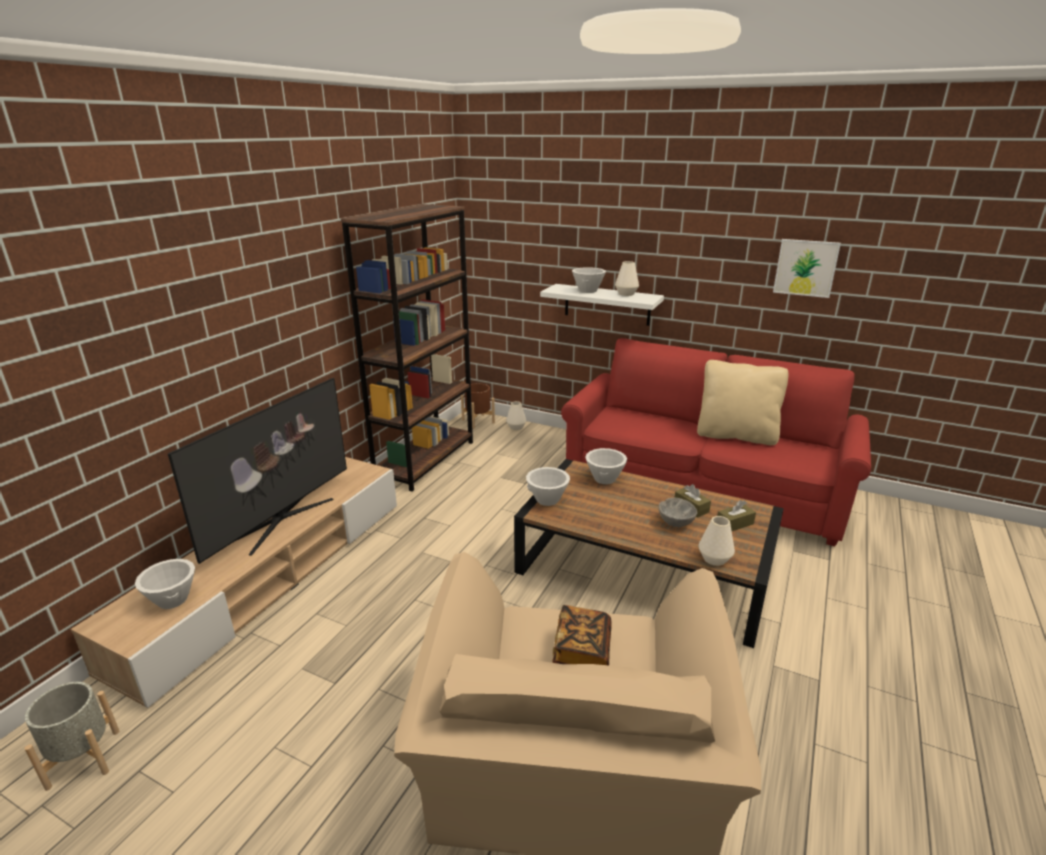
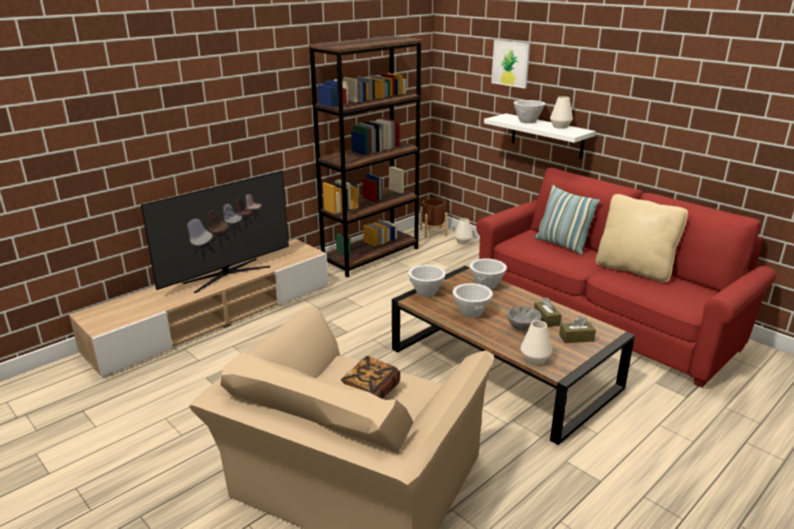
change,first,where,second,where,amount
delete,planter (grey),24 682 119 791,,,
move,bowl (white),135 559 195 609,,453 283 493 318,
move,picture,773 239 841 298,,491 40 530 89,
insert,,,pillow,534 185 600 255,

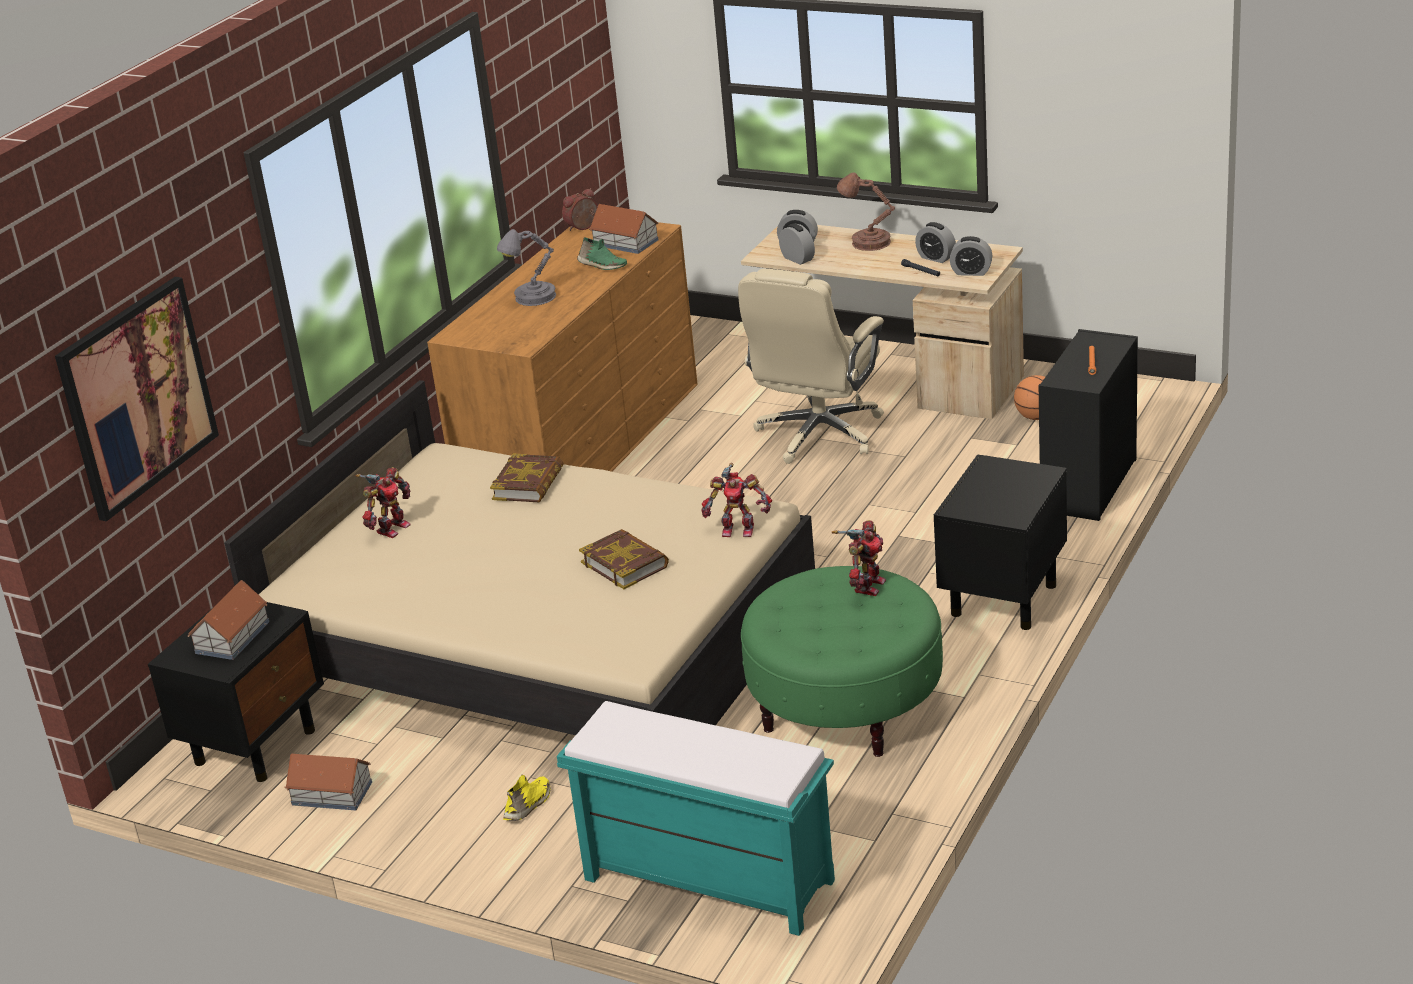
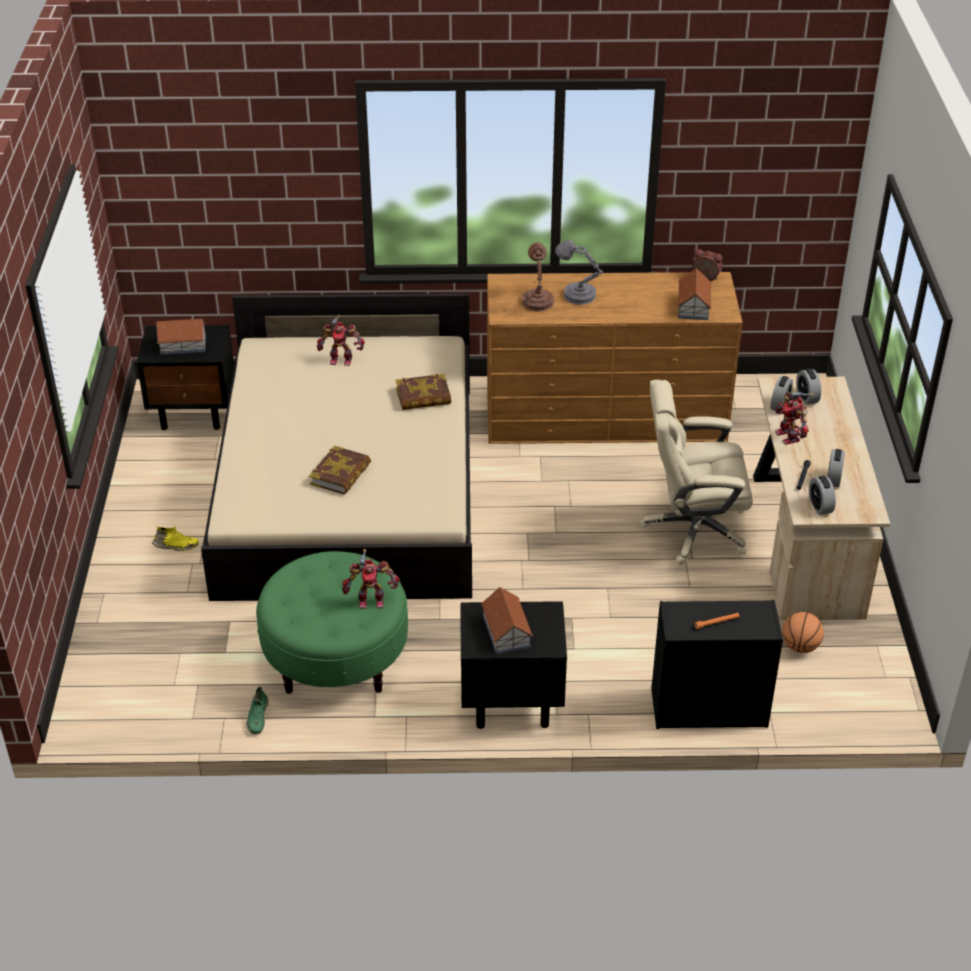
change,first,where,second,where,amount
delete,picture,55 277 219 521,,,
move,toy house,285 754 372 810,,481 587 533 654,
delete,bench (turquoise),557 701 835 936,,,
move,shoe (green),577 237 627 270,,246 686 269 734,
move,toy robot,701 463 772 537,,775 392 813 445,
move,table lamp (brown),837 172 895 251,,522 242 554 312,

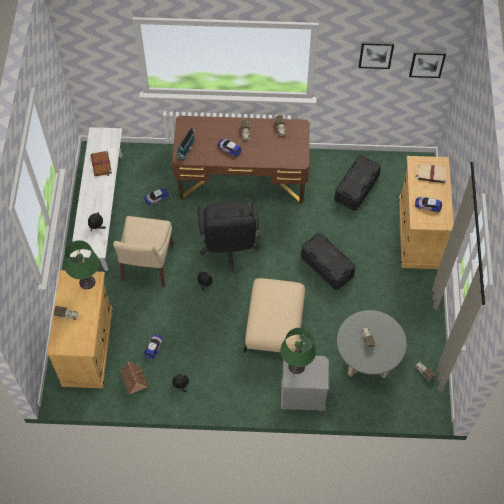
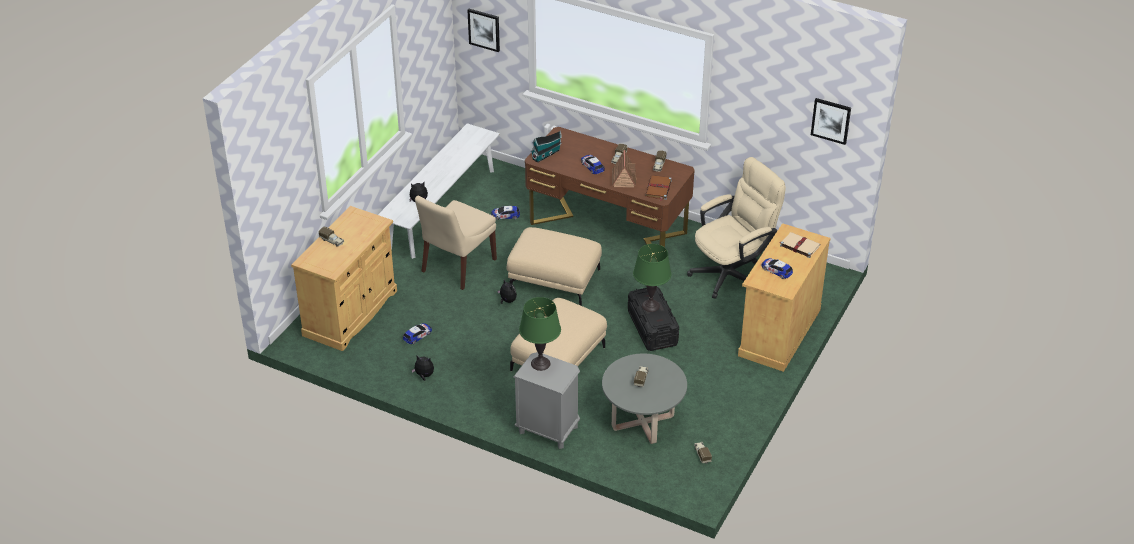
change,first,where,second,where,amount
move,table lamp (green),64 240 99 289,,633 244 671 312,
move,book (brown),91 151 112 176,,645 175 672 201,
move,toy house,121 362 148 394,,612 150 637 187,
replace,office chair (black),198 201 260 271,ottoman (beige),507 227 602 306,
replace,storage box (black),335 155 381 211,office chair (beige),687 157 786 299,
move,picture,359 41 394 69,,467 9 500 52,

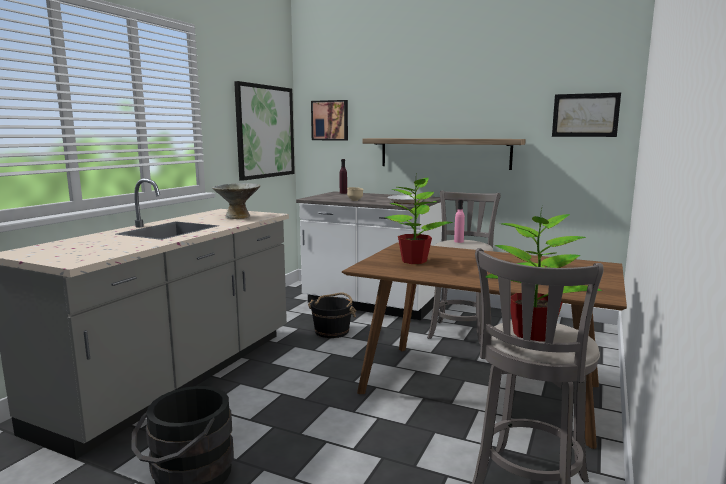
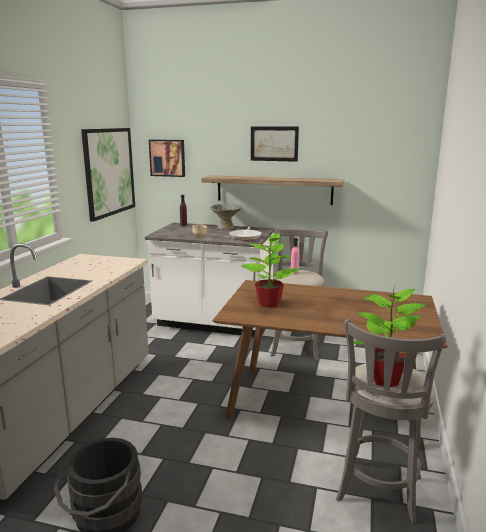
change,first,where,second,where,amount
move,bowl (grey),212 183 260 219,,210 204 241 230,
delete,bucket (black),308 293 356 338,,,
move,picture,552 93 621 137,,251 126 299 162,

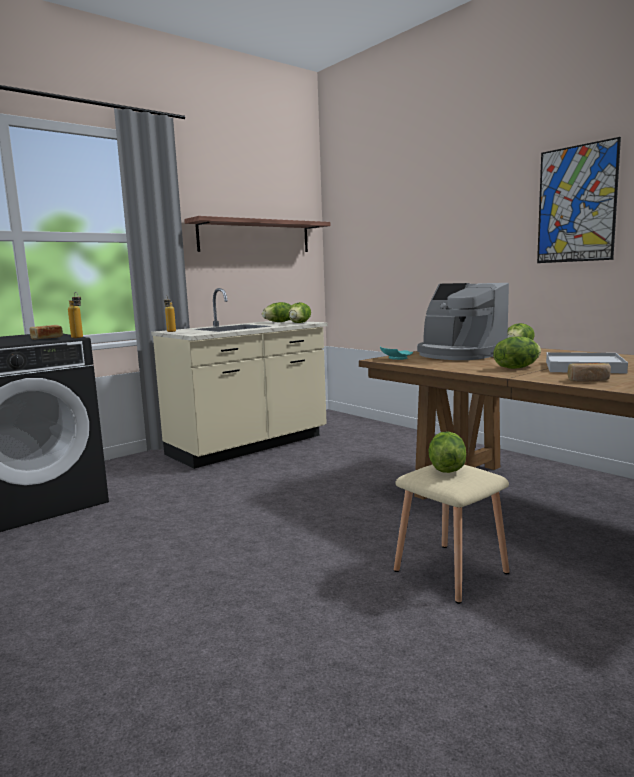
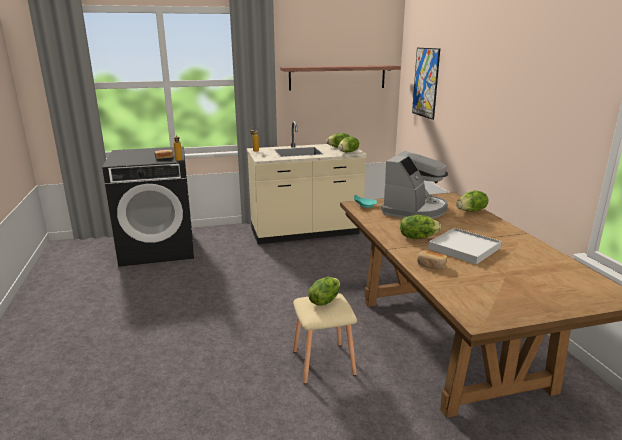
change,first,where,second,where,amount
rotate,coffee machine,417 283 509 360,,381 151 448 219,135 degrees counterclockwise
move,picture,537 137 621 263,,412 48 440 120,

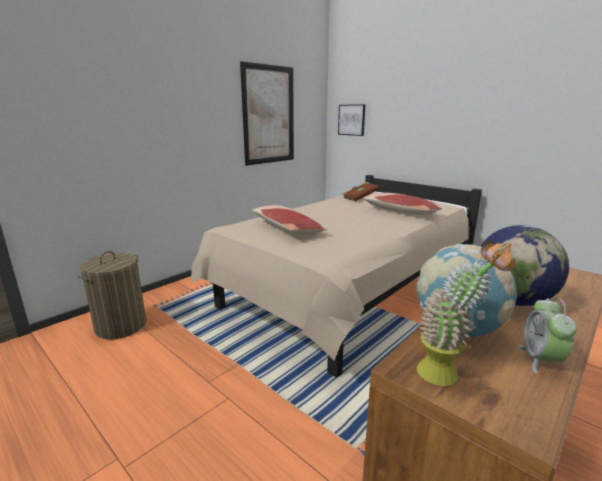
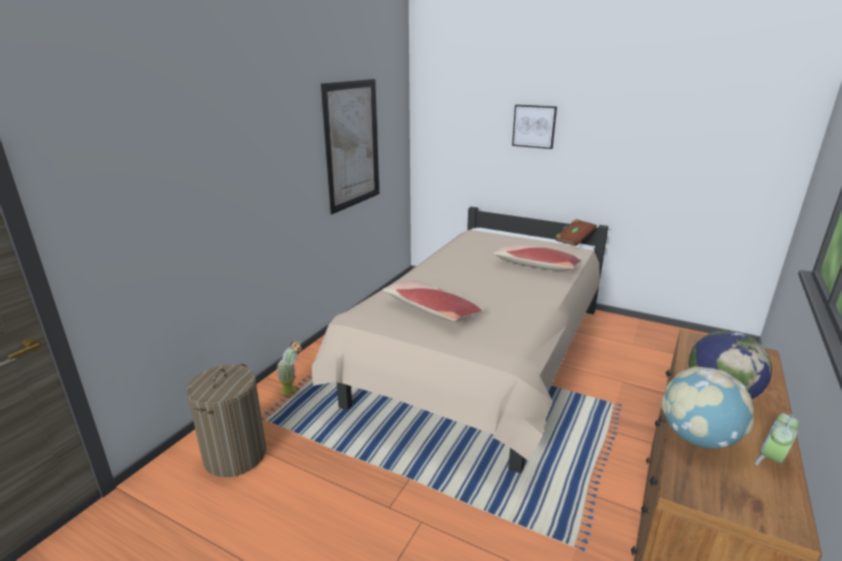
change,first,where,second,where,amount
move,picture,338 104 365 136,,512 105 557 149,
move,book (brown),343 182 380 201,,555 219 597 246,
move,potted plant,417 241 515 386,,277 341 302 395,
rotate,alarm clock,519 298 577 374,,755 413 799 465,45 degrees clockwise

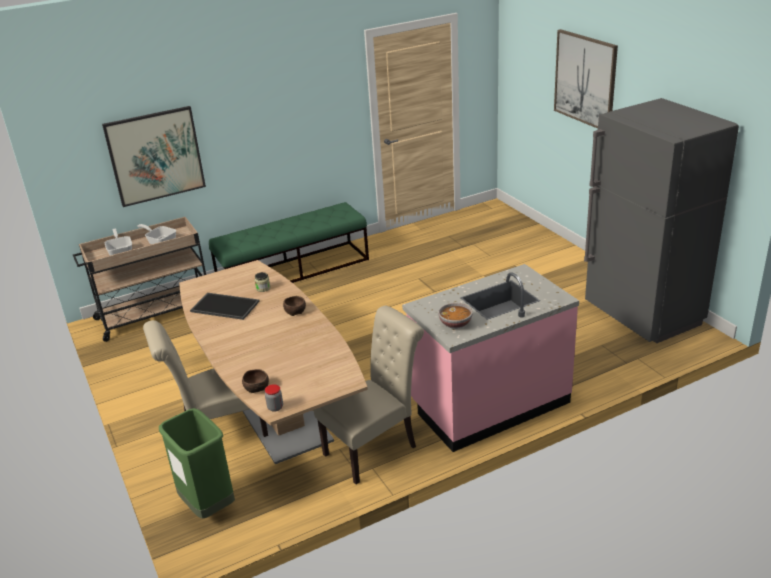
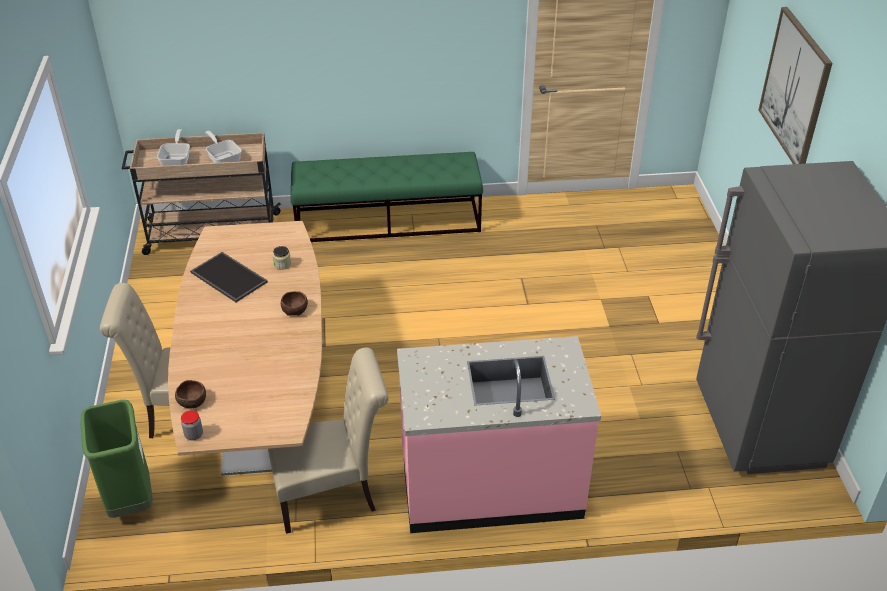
change,first,where,second,where,amount
delete,picture,102 106 206 207,,,
delete,bowl,438 303 473 329,,,

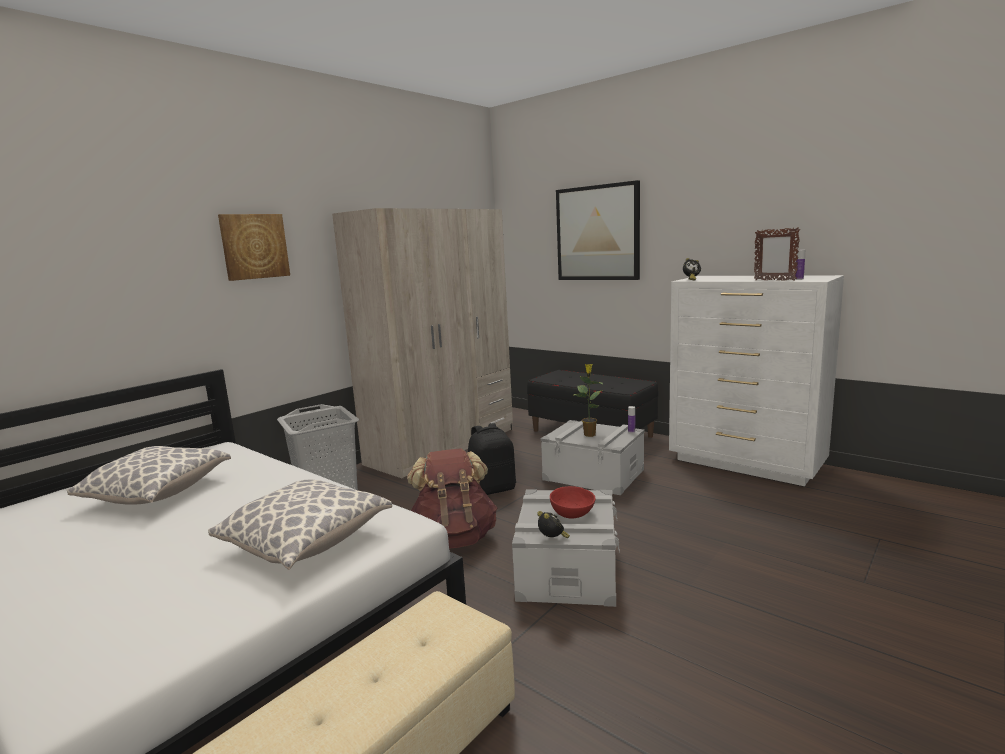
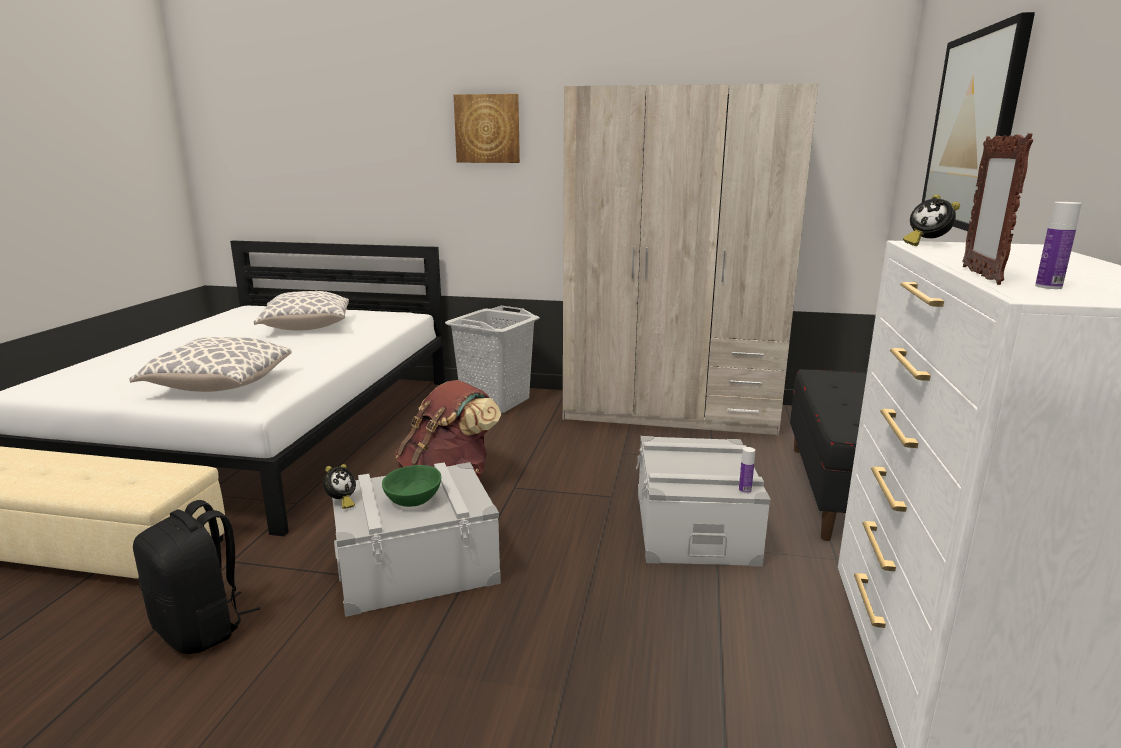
change,first,where,second,where,amount
move,backpack (black),468 423 516 495,,133 500 261 654,
recolor,bowl (red),550 486 595 519,bowl (green),382 465 441 507,
delete,potted plant,573 364 603 437,,,

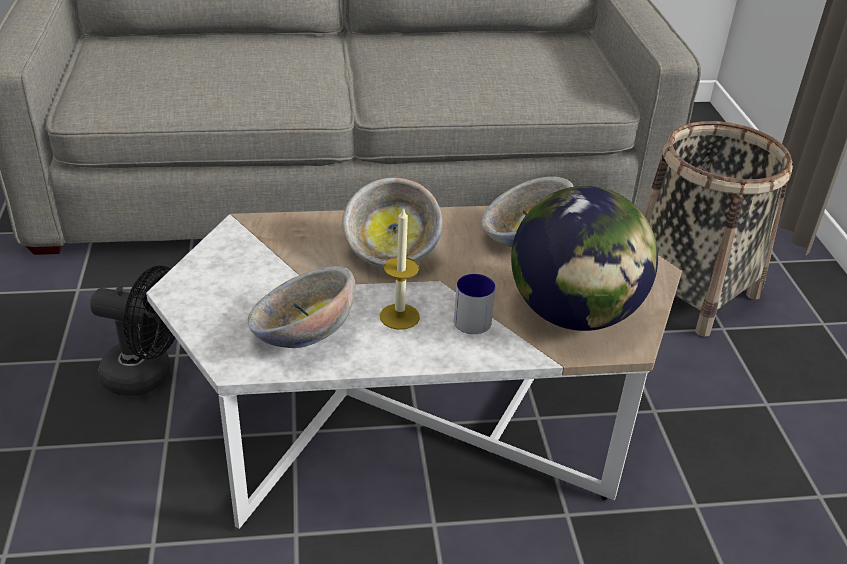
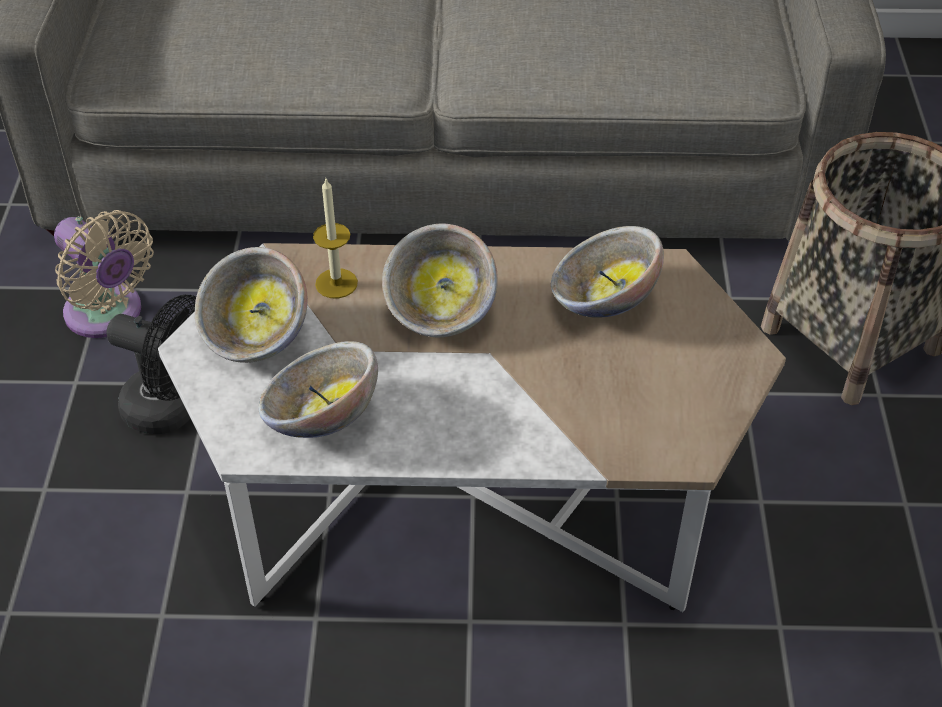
change,first,where,second,where,amount
move,candle,380 207 420 330,,313 177 358 299,
delete,mug,454 274 496 334,,,
delete,globe,511 186 658 331,,,
insert,,,fan (beige),54 210 154 338,
insert,,,bowl,195 247 308 363,

